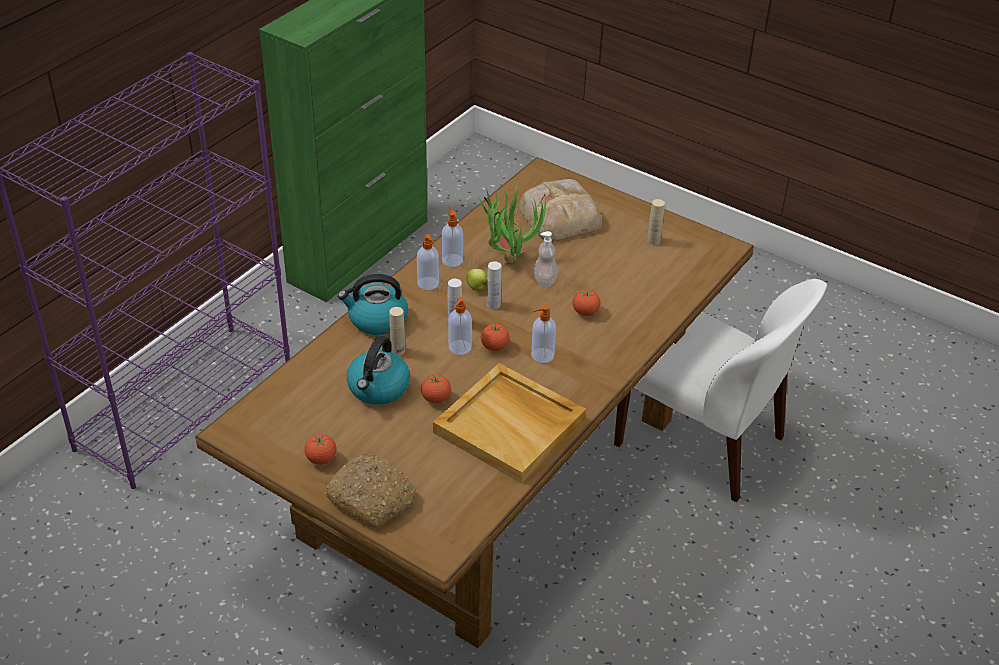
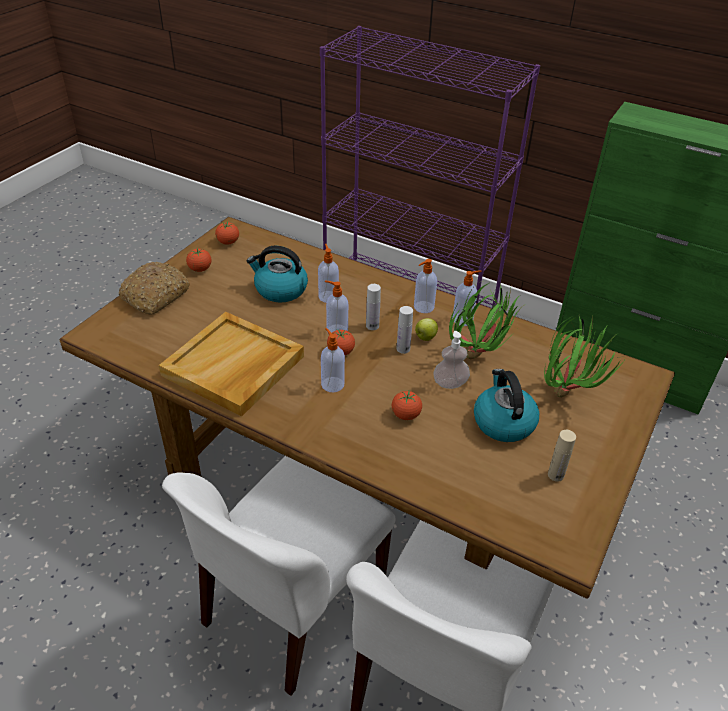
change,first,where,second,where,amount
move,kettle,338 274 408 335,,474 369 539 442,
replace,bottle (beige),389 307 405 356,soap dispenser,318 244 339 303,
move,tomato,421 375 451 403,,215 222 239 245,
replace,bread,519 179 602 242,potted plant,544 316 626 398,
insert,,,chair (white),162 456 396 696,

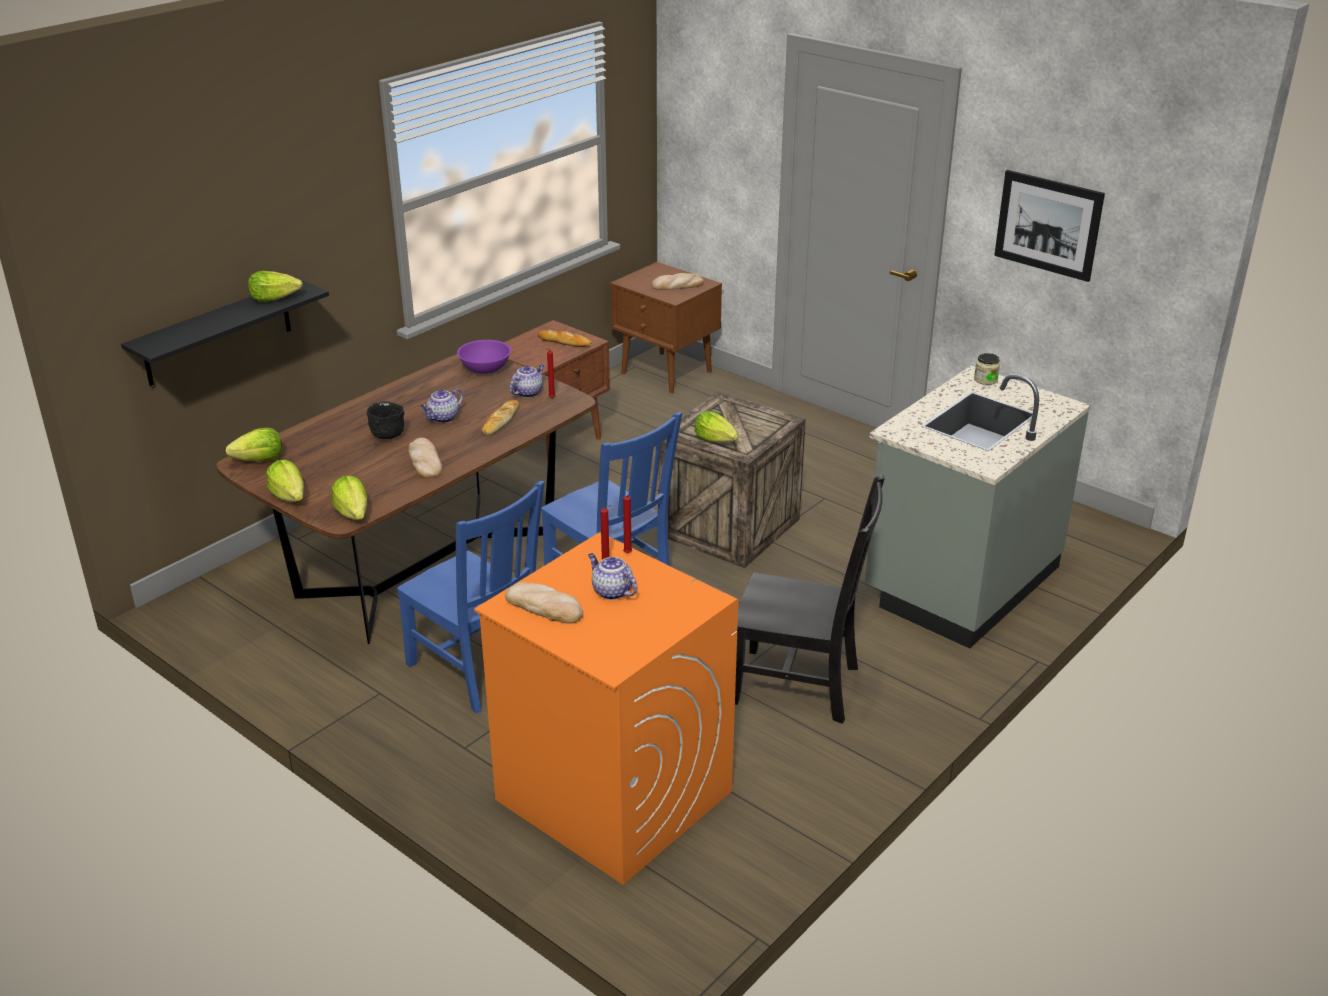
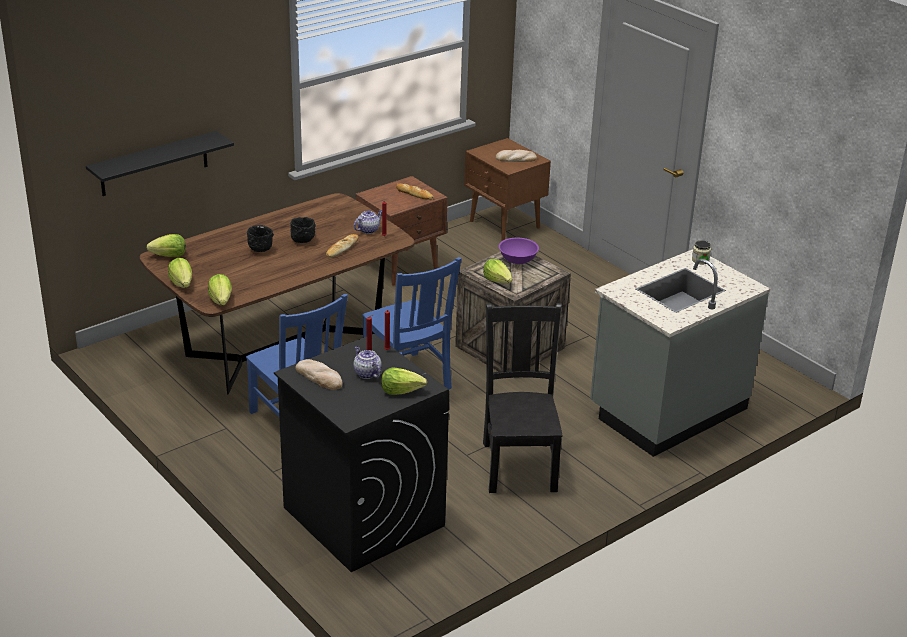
change,first,where,second,where,amount
move,lettuce,248 271 303 302,,381 367 427 395,
delete,bread,408 438 442 478,,,
replace,teapot,421 388 463 423,bowl (black),291 217 316 243,
move,bowl (purple),457 340 511 374,,499 238 539 264,
recolor,washing machine (orange),474 532 738 885,washing machine (black),274 334 449 572,
rotate,chair (black),735 475 884 724,,483 303 562 493,120 degrees counterclockwise
delete,picture,994 170 1105 282,,,

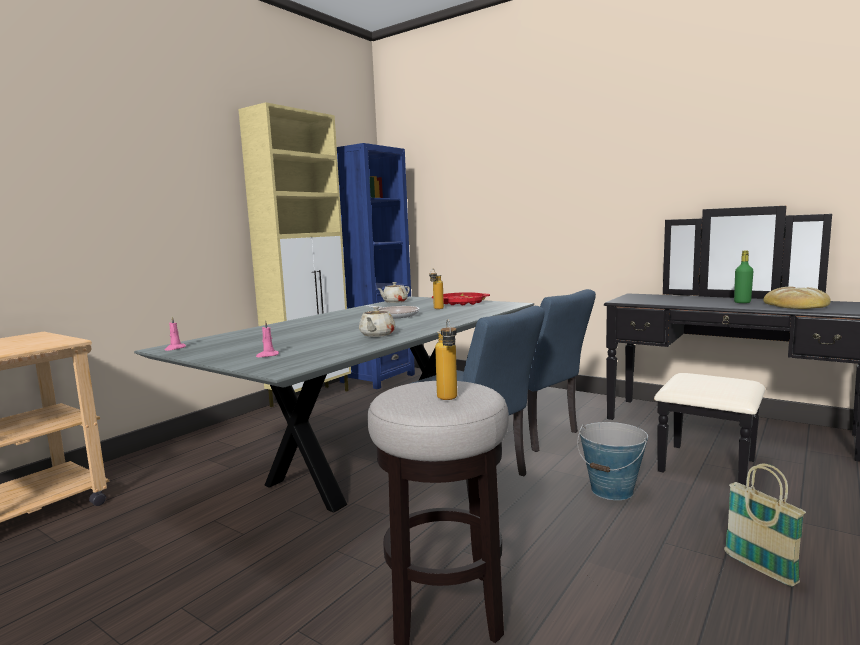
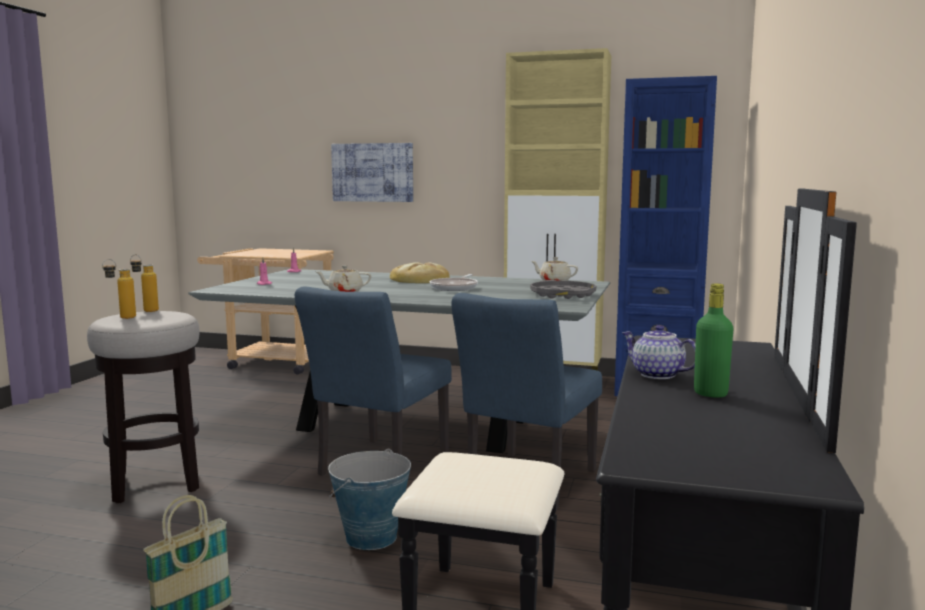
change,first,where,second,where,amount
move,bottle,429 270 444 309,,130 254 159 312,
recolor,tray (red),432 292 490 305,tray (grey),530 280 596 299,
move,bread,763 287 831 309,,390 262 449 283,
insert,,,picture,331 143 413 202,
insert,,,teapot,622 325 696 379,

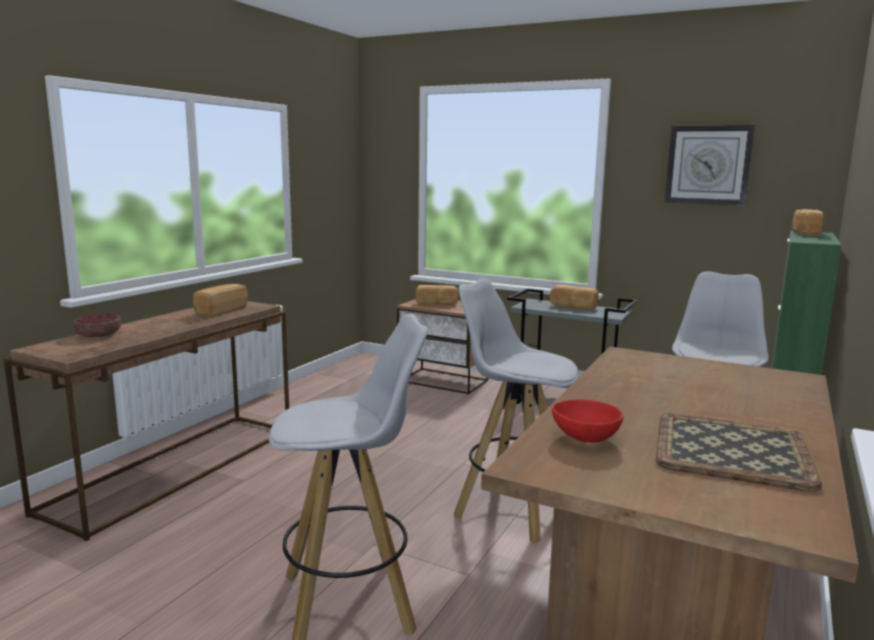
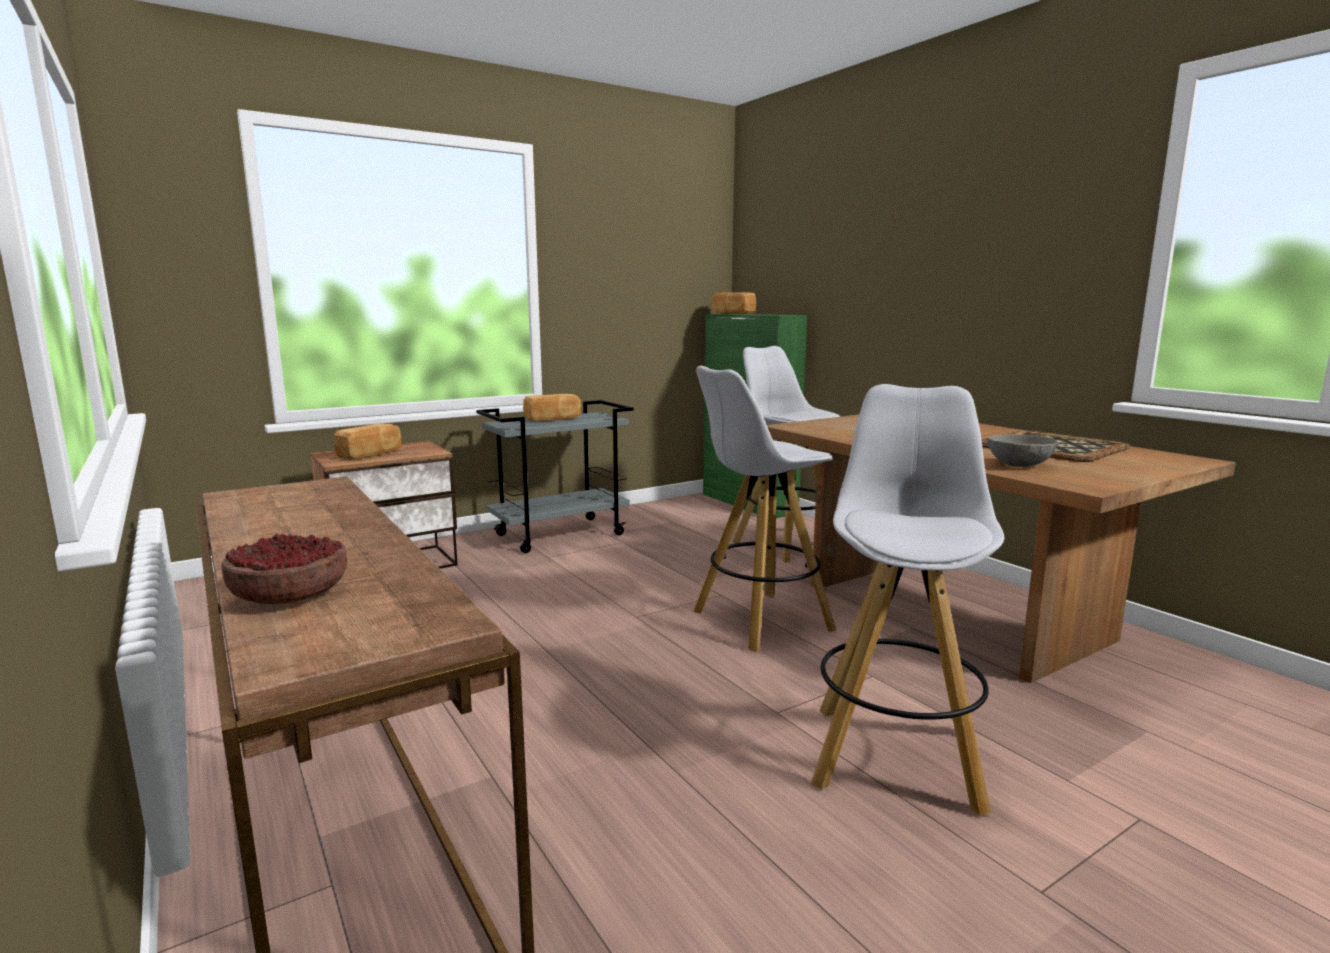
change,first,where,second,where,amount
delete,bread,193 284 248 317,,,
recolor,bowl (red),552 399 624 443,bowl (grey),987 434 1058 467,
delete,wall clock,665 125 755 206,,,

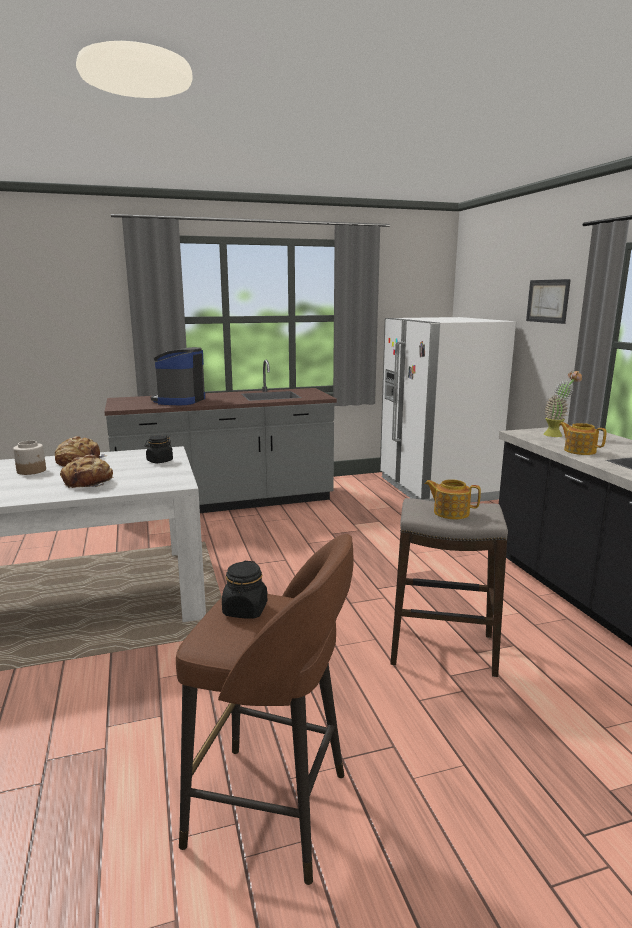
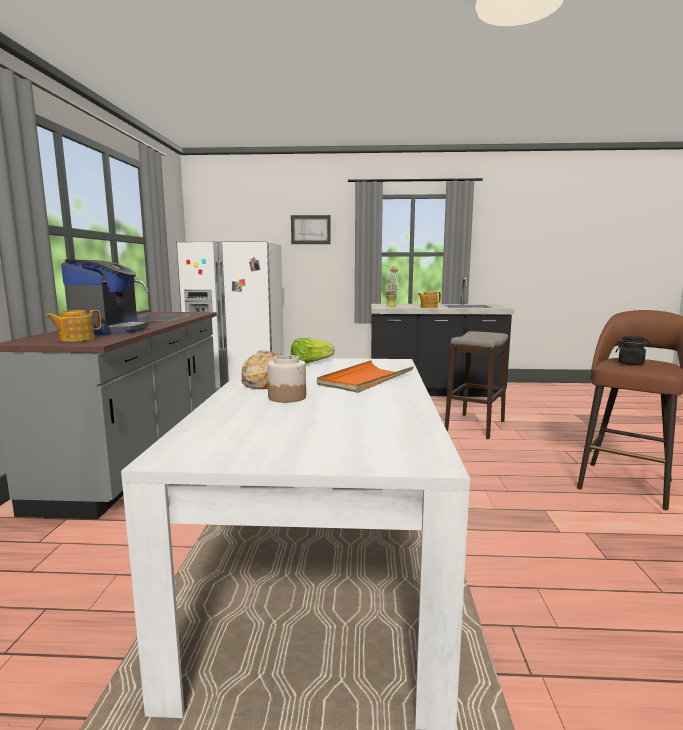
change,first,where,second,where,amount
replace,bread,60 455 113 488,tray (orange),317 360 414 393,
replace,jar (black),145 435 173 463,lettuce,291 338 335 363,
rotate,coffee machine,151 347 205 405,,61 259 149 335,120 degrees counterclockwise
move,teapot,424 479 481 519,,45 310 101 342,

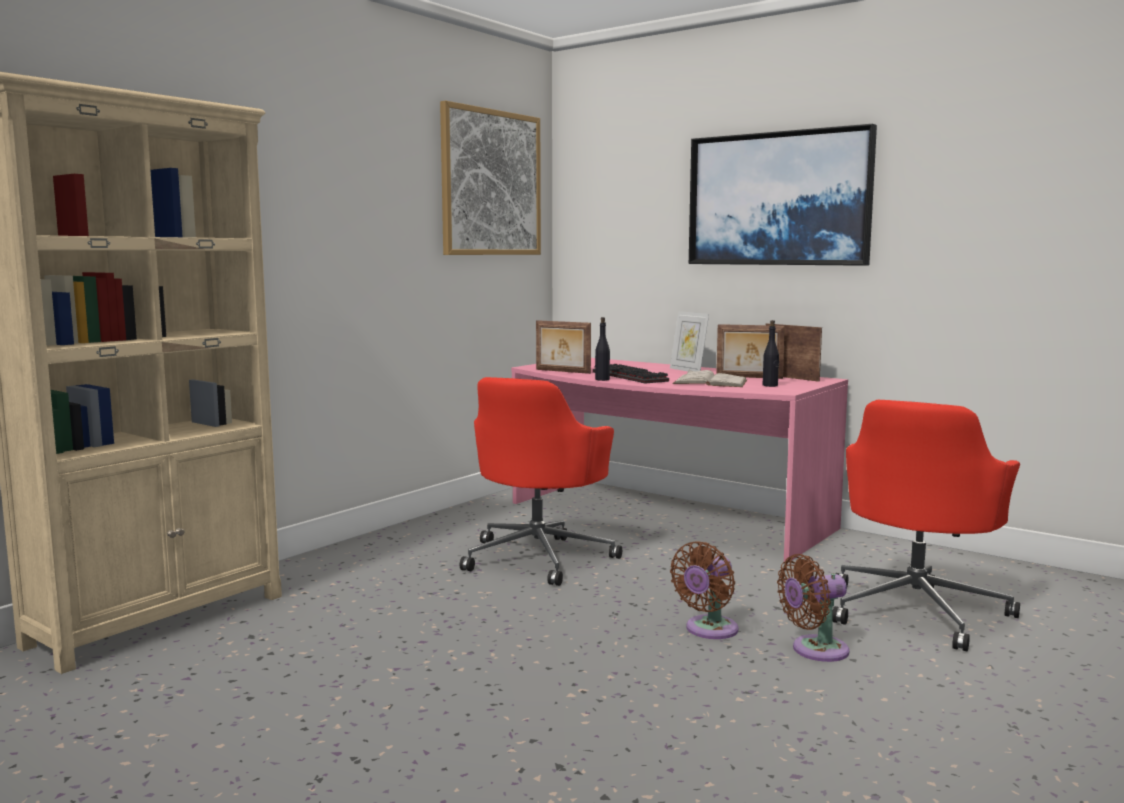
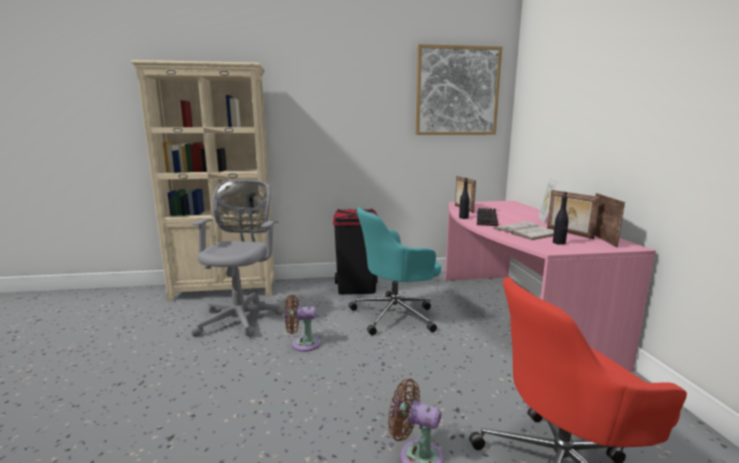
change,first,where,second,where,amount
recolor,office chair (red),460 377 622 586,office chair (turquoise),349 207 441 335,
move,fan (brown),670 541 739 639,,285 295 321 352,
delete,picture,689 124 877 266,,,
insert,,,office chair (grey),191 180 284 337,
insert,,,trash can (black),333 208 378 295,

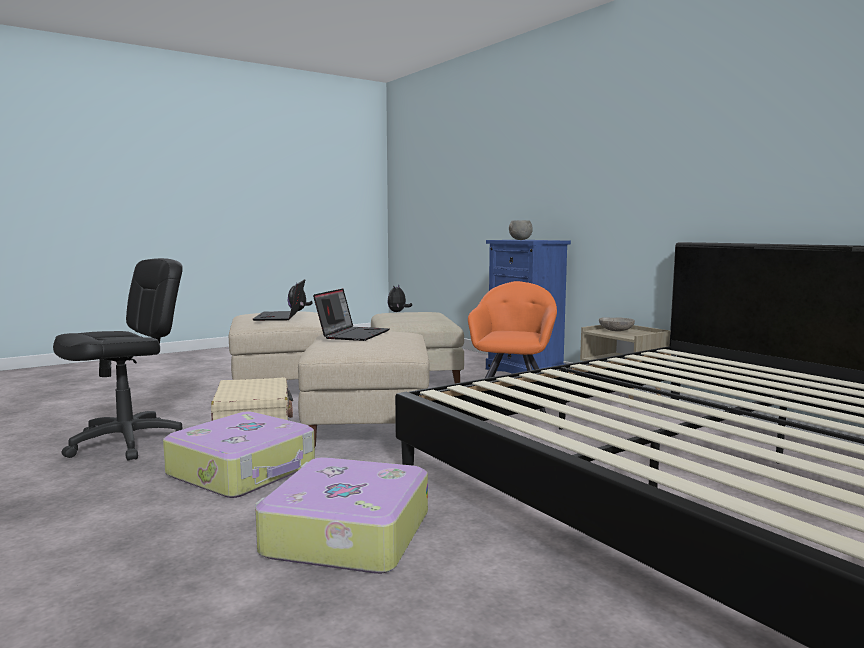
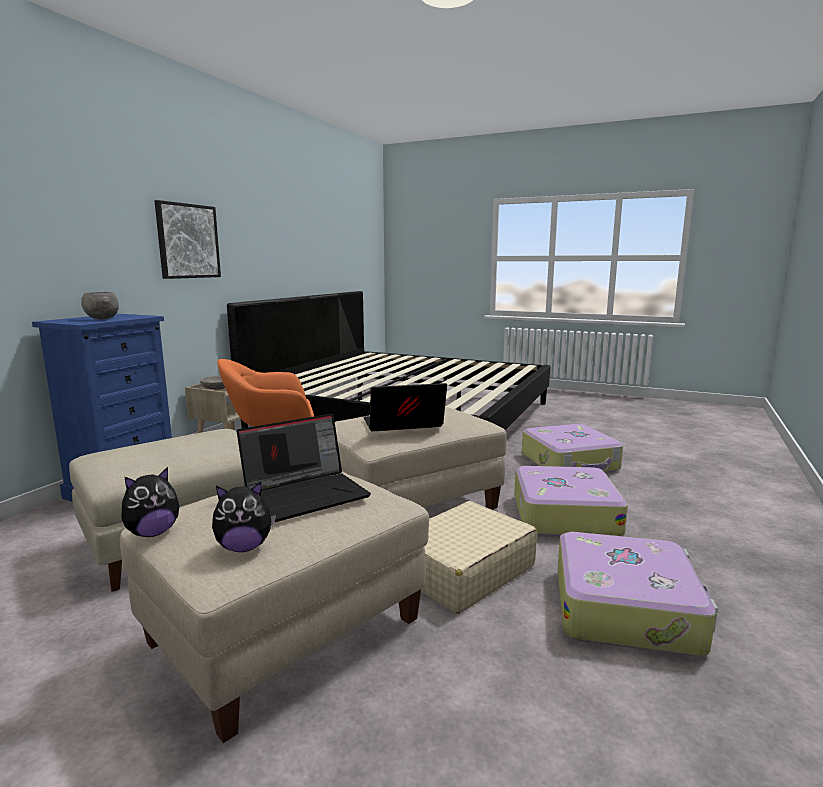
change,first,where,second,where,amount
replace,office chair (black),53 258 183 461,suitcase,558 532 718 656,
move,plush toy,387 284 412 312,,212 482 276 552,
insert,,,picture,155 200 221 279,

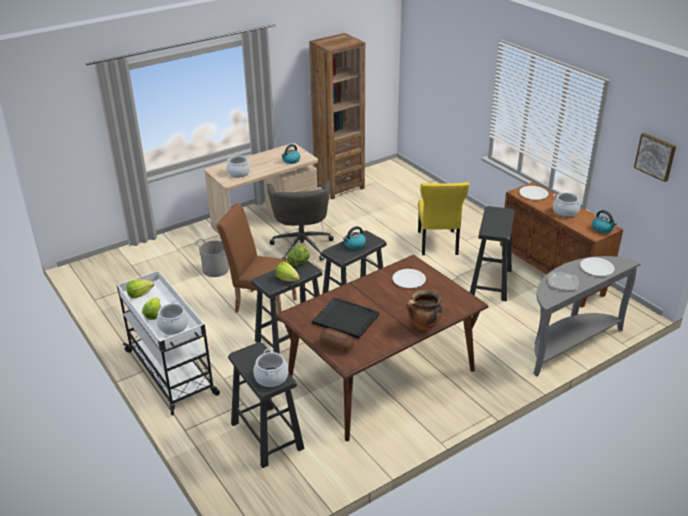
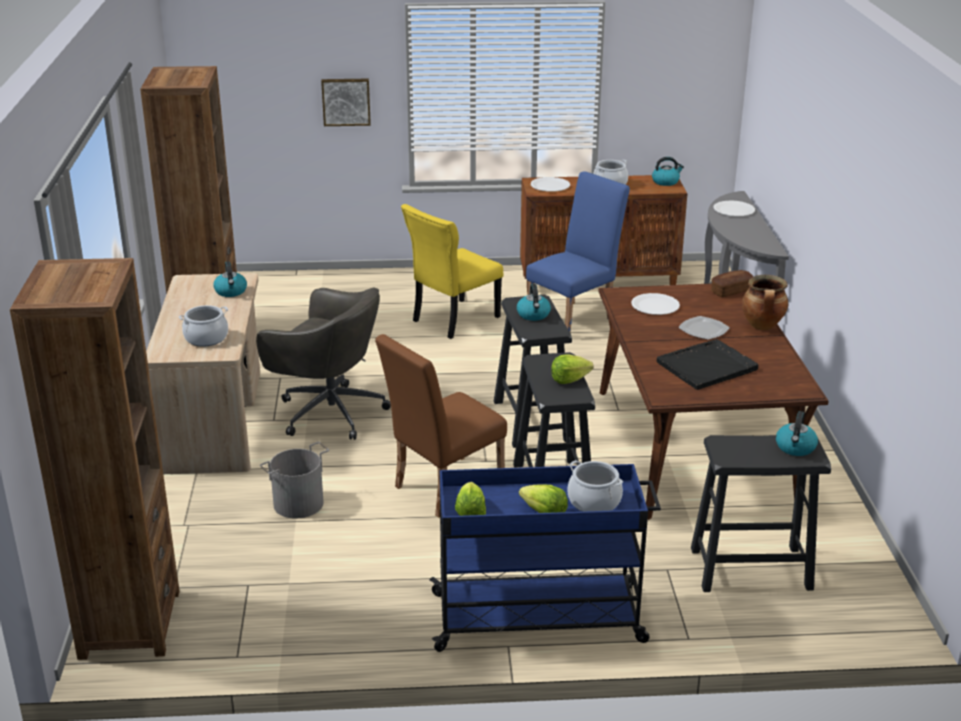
change,first,where,second,where,amount
recolor,cart (white),117 270 220 415,cart (blue),429 464 661 652,
replace,cooking pot,254 349 288 387,kettle,776 411 818 456,
delete,lettuce,287 246 310 266,,,
move,bread,319 328 354 354,,711 270 753 297,
rotate,chair (yellow),418 182 469 255,,401 204 503 339,105 degrees clockwise
replace,stool (black),470 206 515 301,chair (blue),526 171 630 332,
move,plate,548 272 579 290,,678 316 730 340,
move,picture,634 133 676 182,,321 79 371 126,
insert,,,bookcase (brown),10 258 180 660,

